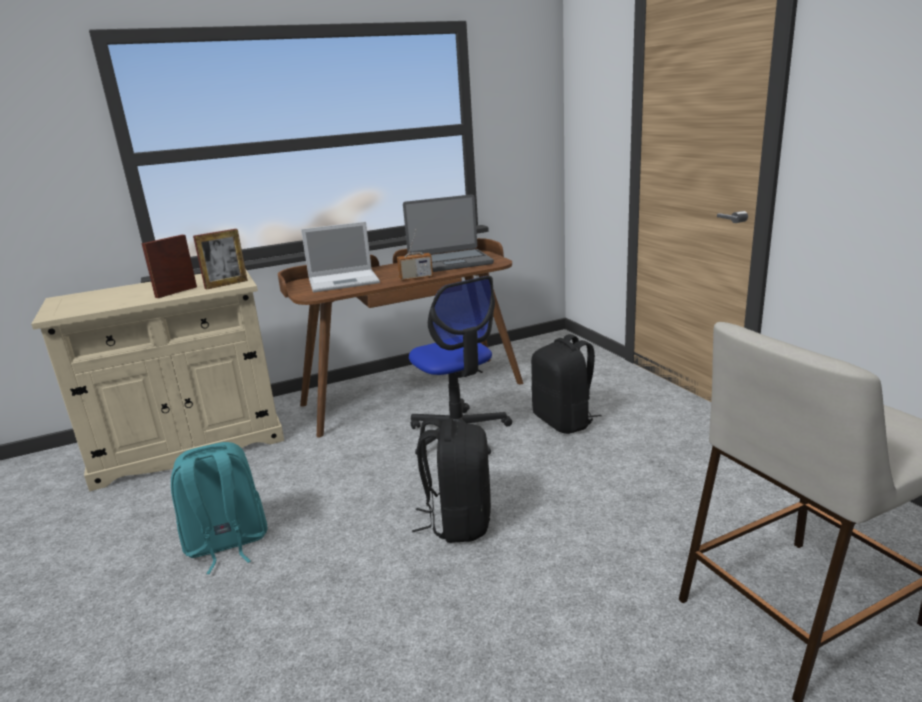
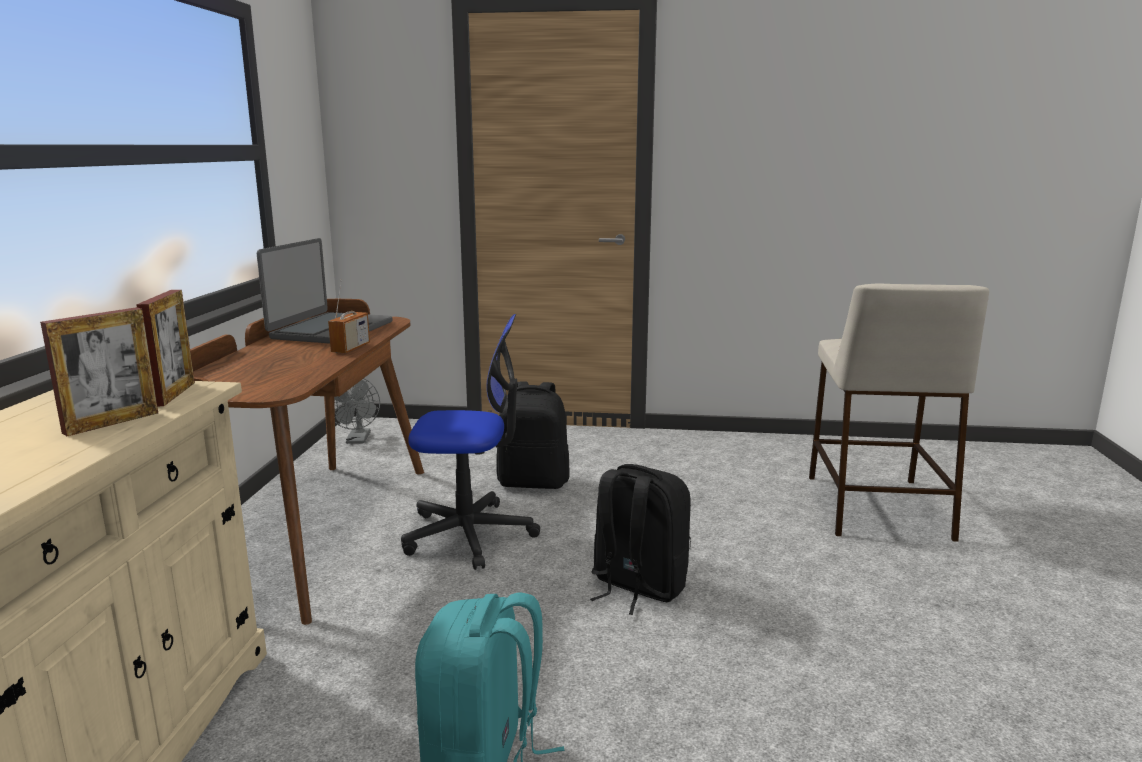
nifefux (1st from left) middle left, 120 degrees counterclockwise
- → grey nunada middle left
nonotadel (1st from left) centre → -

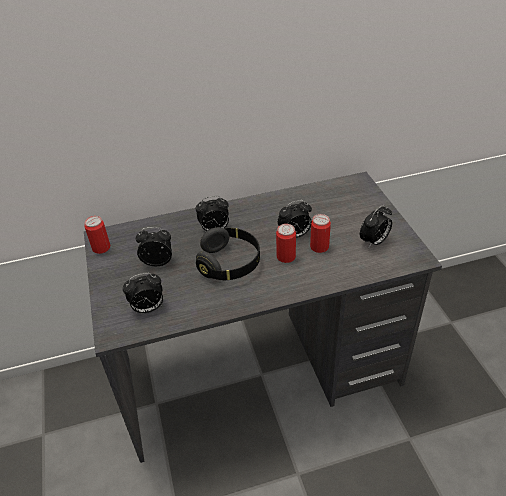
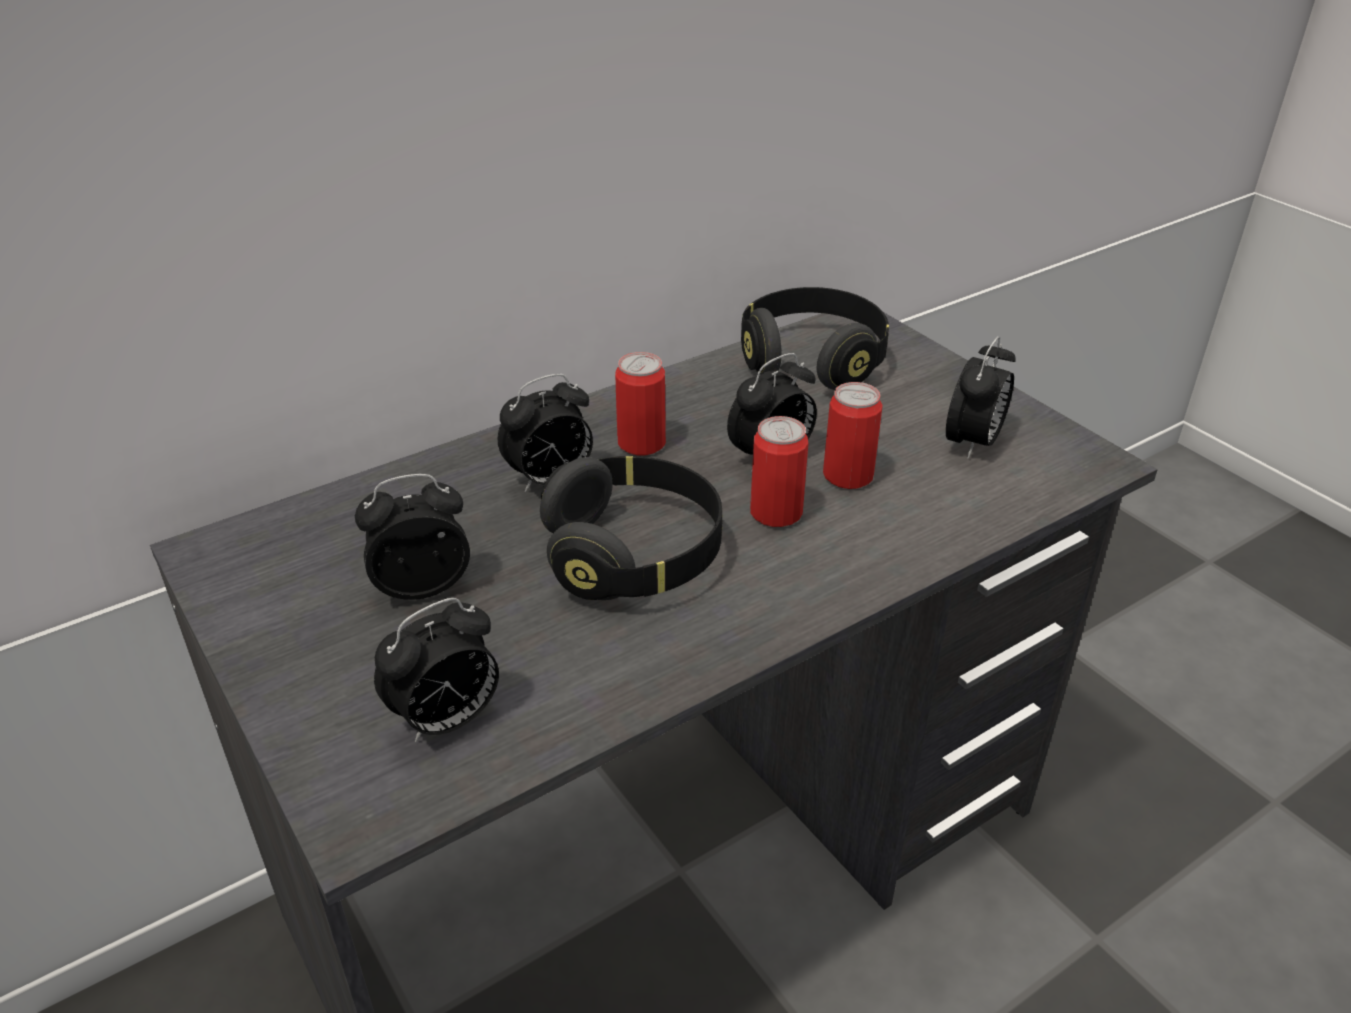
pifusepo (1st from left) middle left → pifusepo (1st from left) centre, move
- → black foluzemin (2nd from left) centre

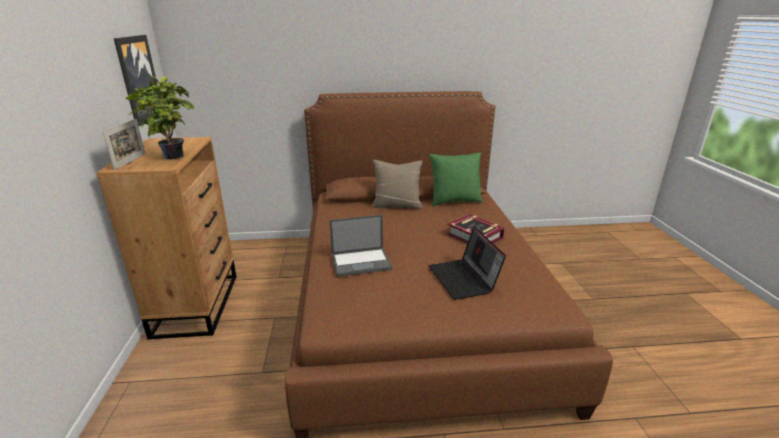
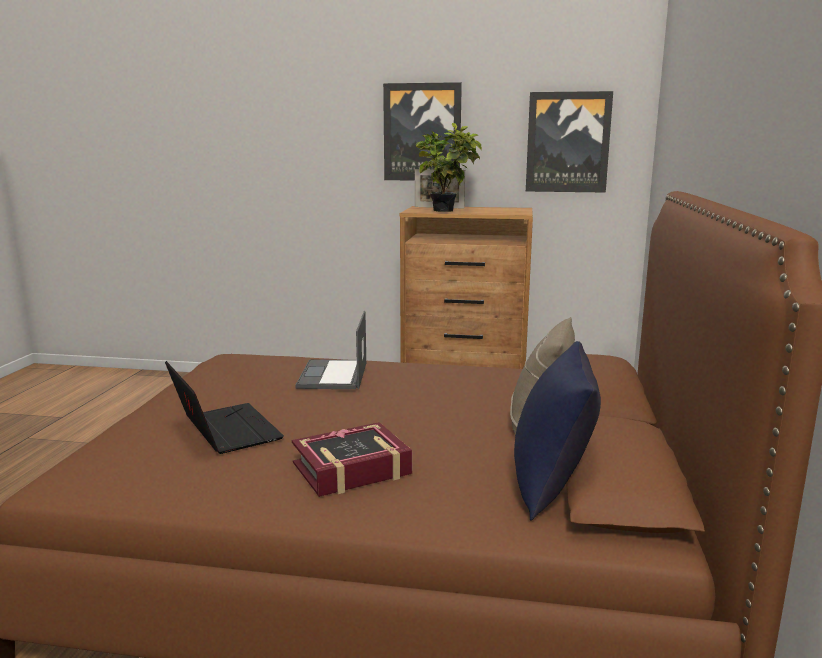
nonotadel (2nd from left in the first image) centre → nonotadel (1st from left) middle left, 60 degrees clockwise
- → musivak (1st from left) top centre
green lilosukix centre → blue lilosukix middle right

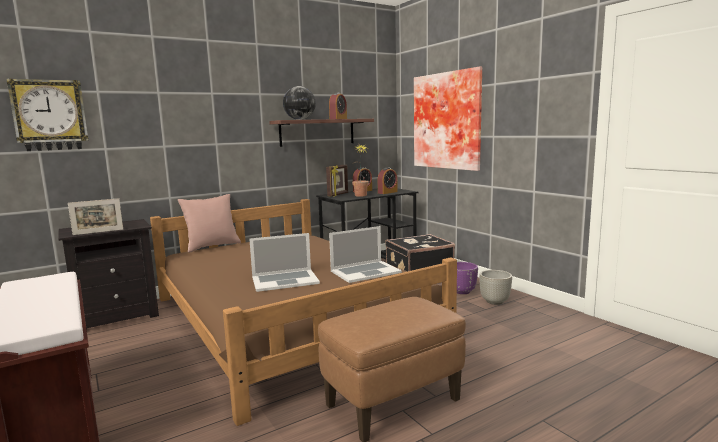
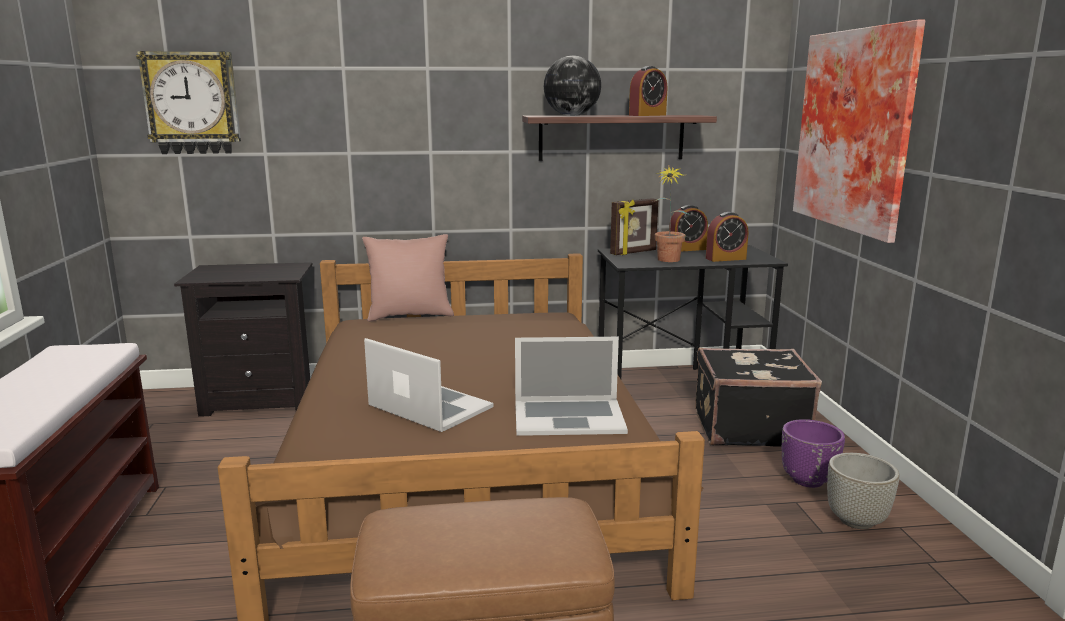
nonotadel (1st from left) centre, 150 degrees counterclockwise
nifefux (1st from left) middle left → -

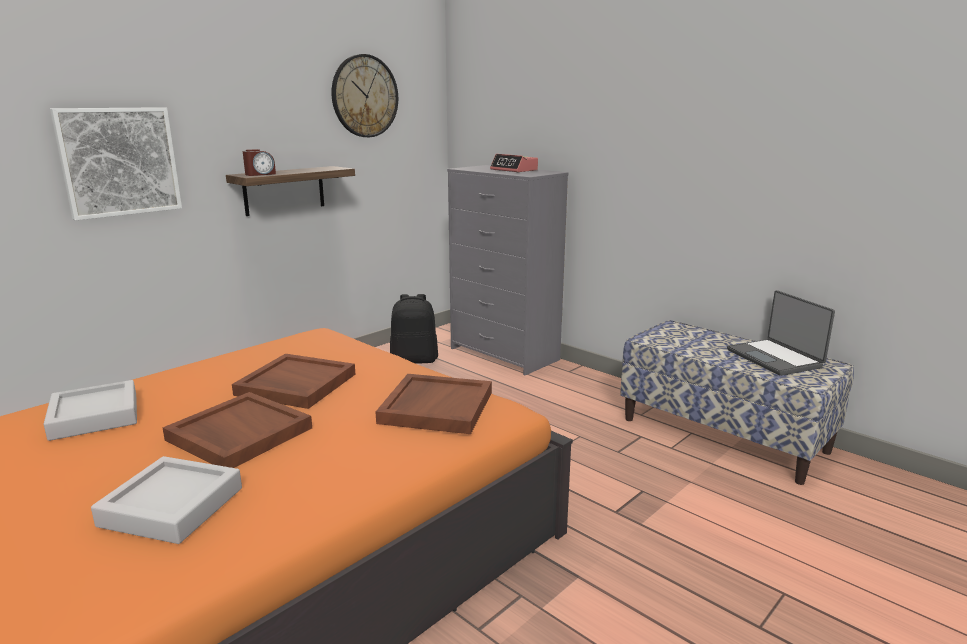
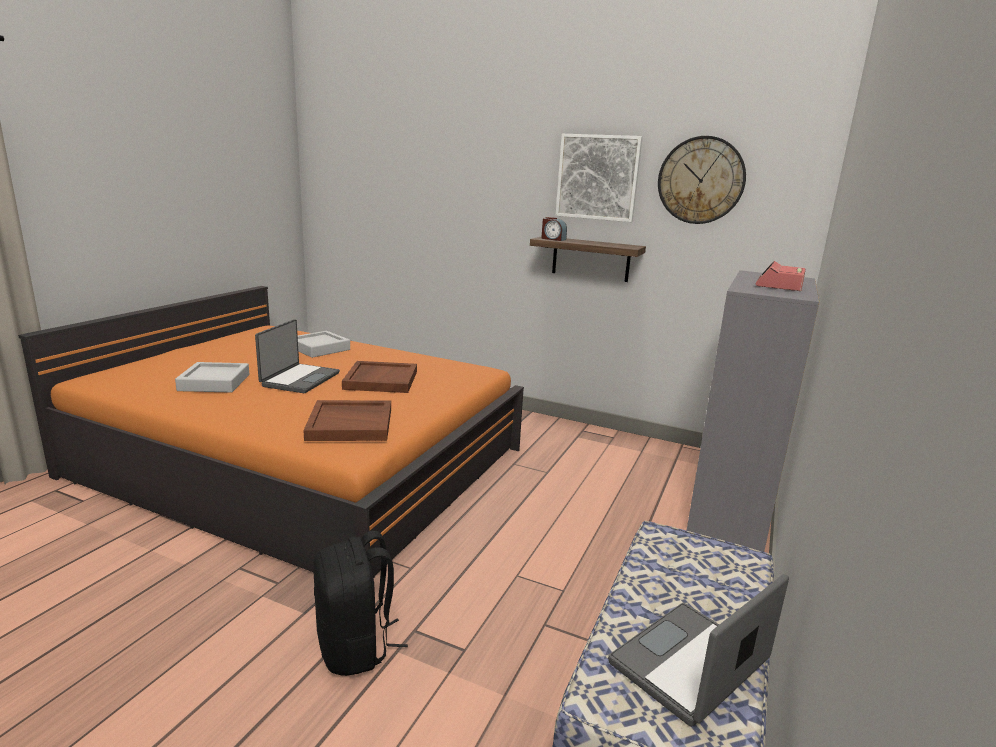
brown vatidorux (1st from left) bottom left → nonotadel (1st from left) middle left
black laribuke centre → black laribuke bottom centre, move
musivak top left → musivak top centre, move

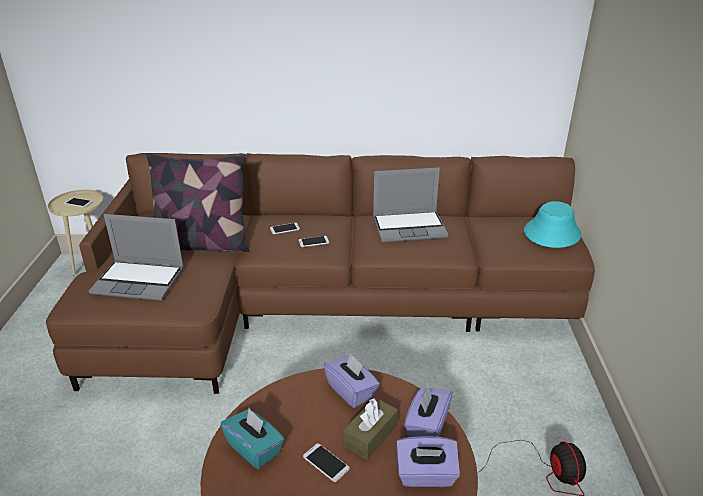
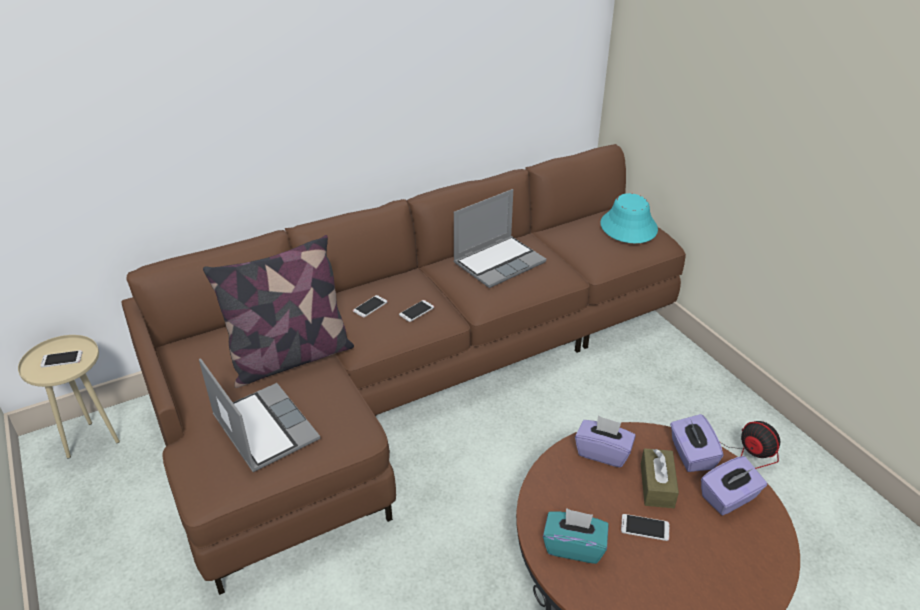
nonotadel (1st from left) middle left → nonotadel (1st from left) bottom left, 105 degrees counterclockwise

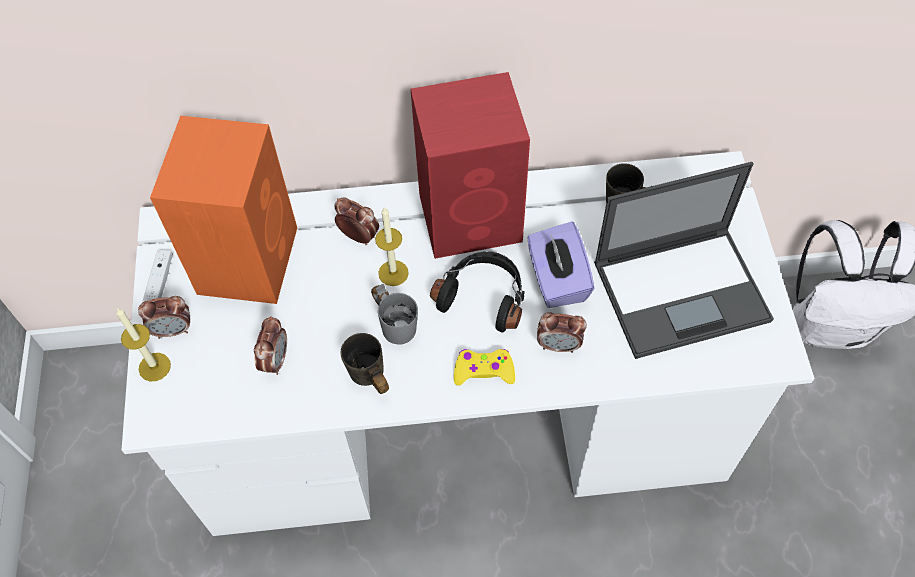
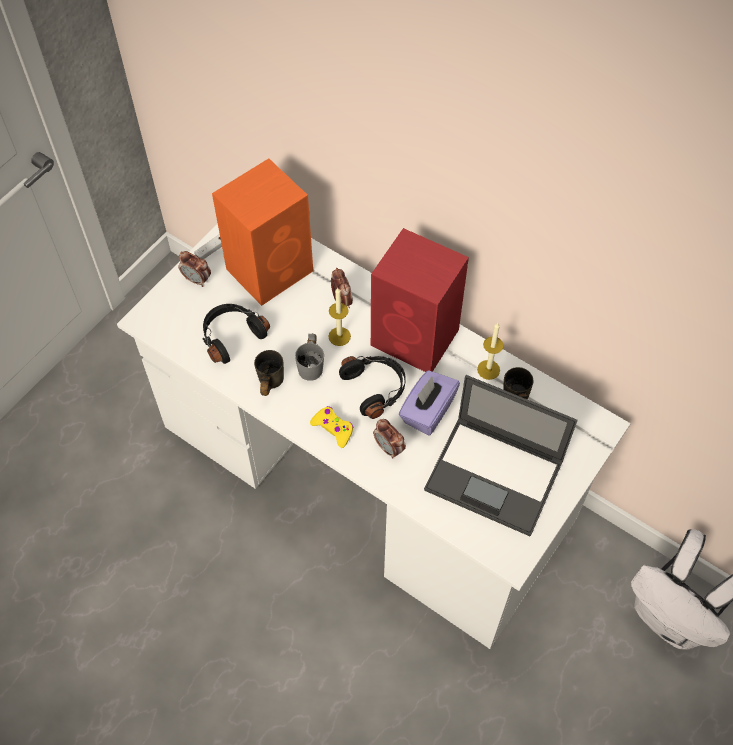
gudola (2nd from left) middle left → black foluzemin (1st from left) middle left
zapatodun (1st from left in the first image) middle left → zapatodun (2nd from left) middle right, move

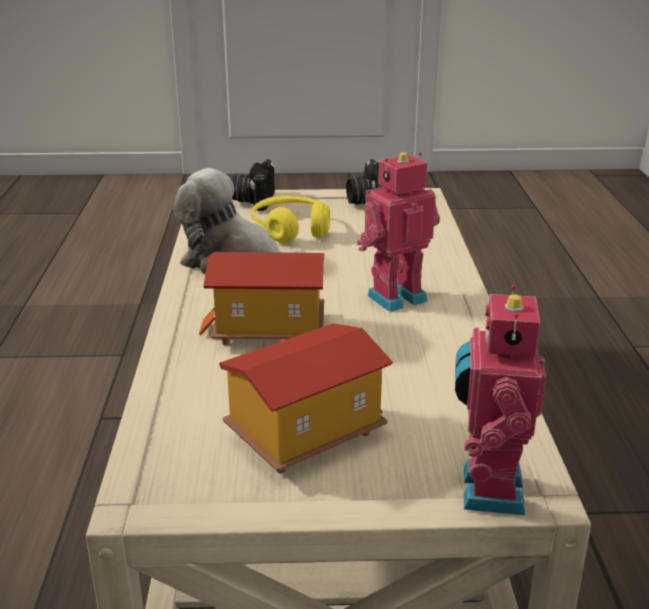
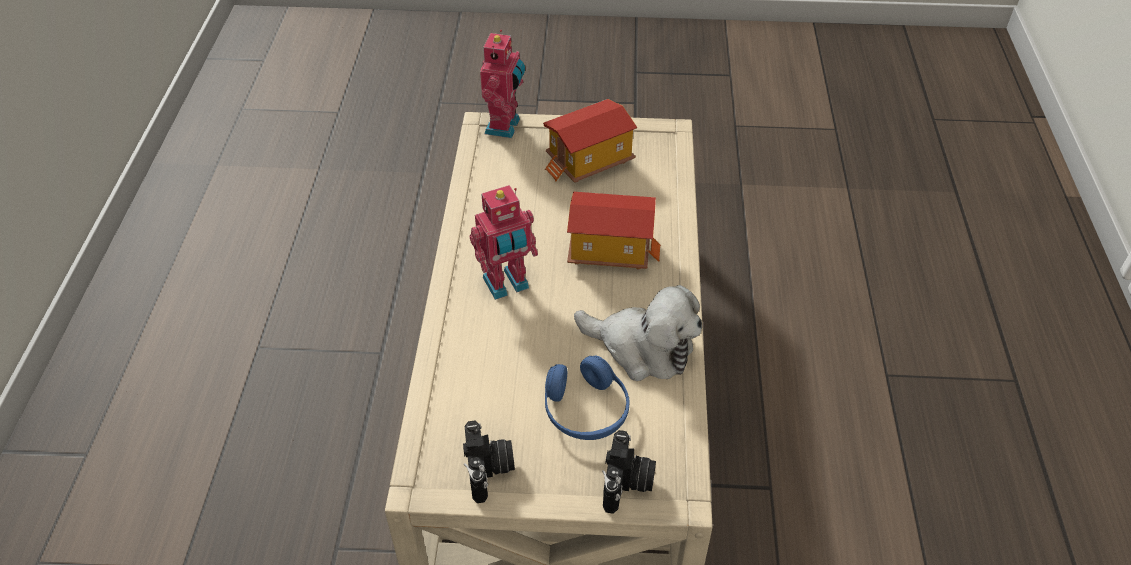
yellow foluzemin centre → blue foluzemin bottom centre

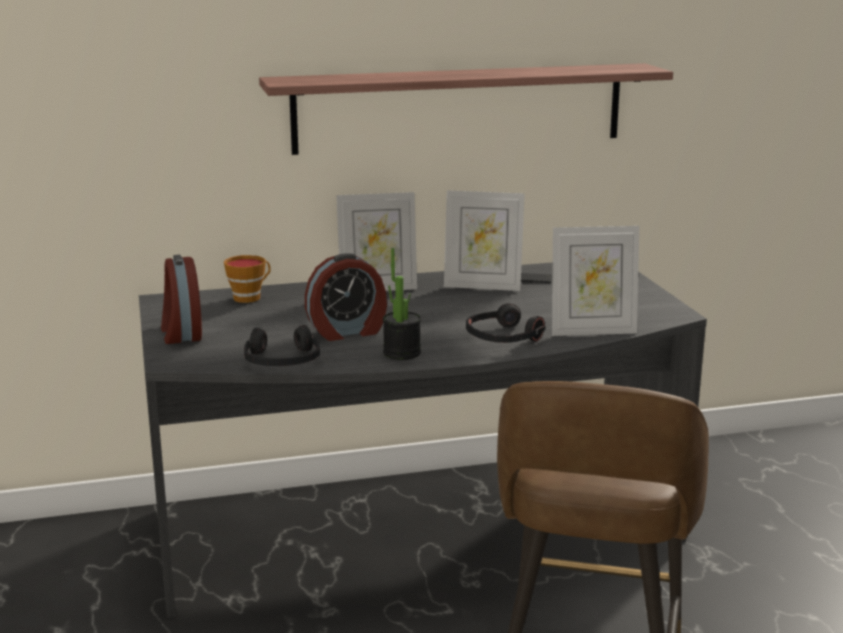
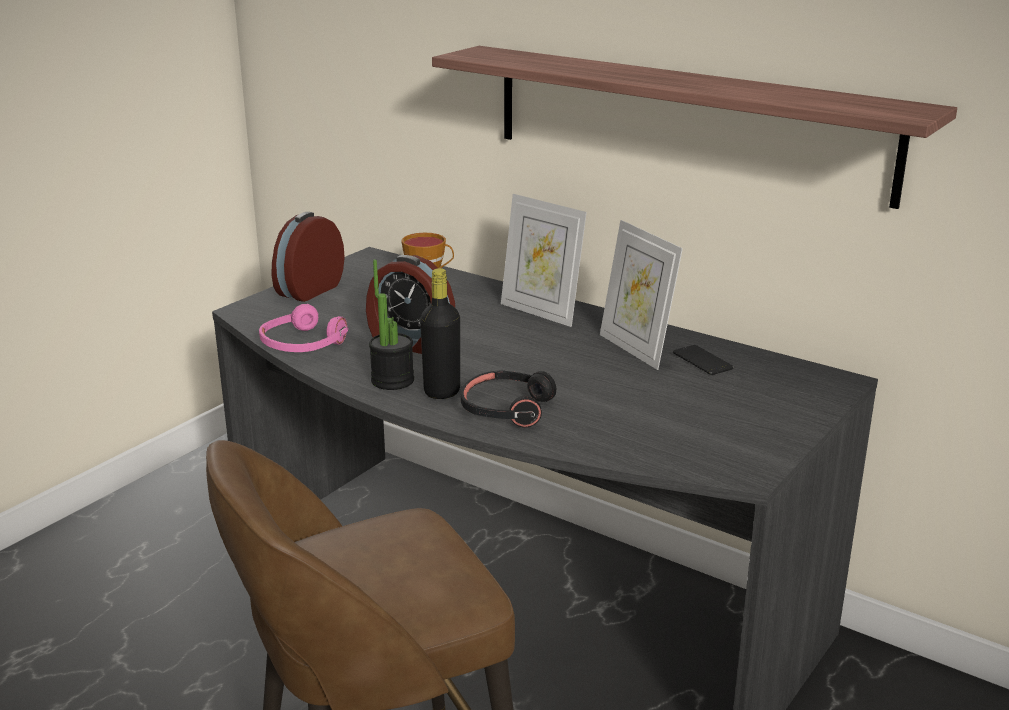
black foluzemin (1st from left) centre → pink foluzemin middle left
- → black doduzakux centre
nifefux (3rd from left) middle right → -

